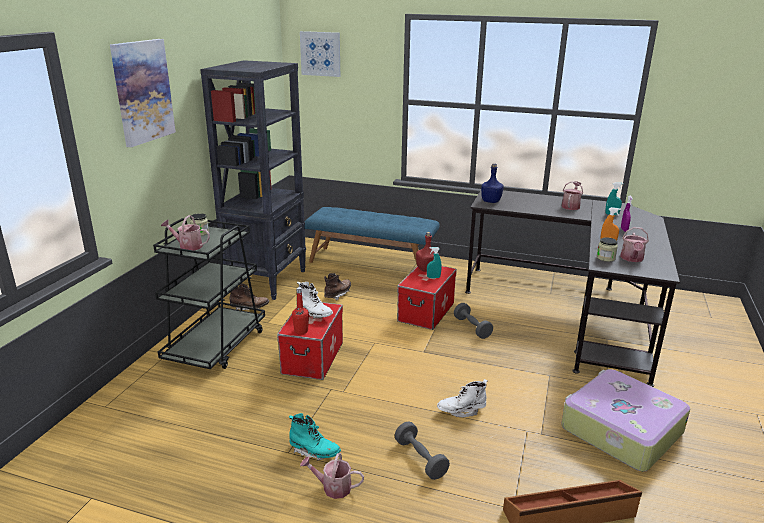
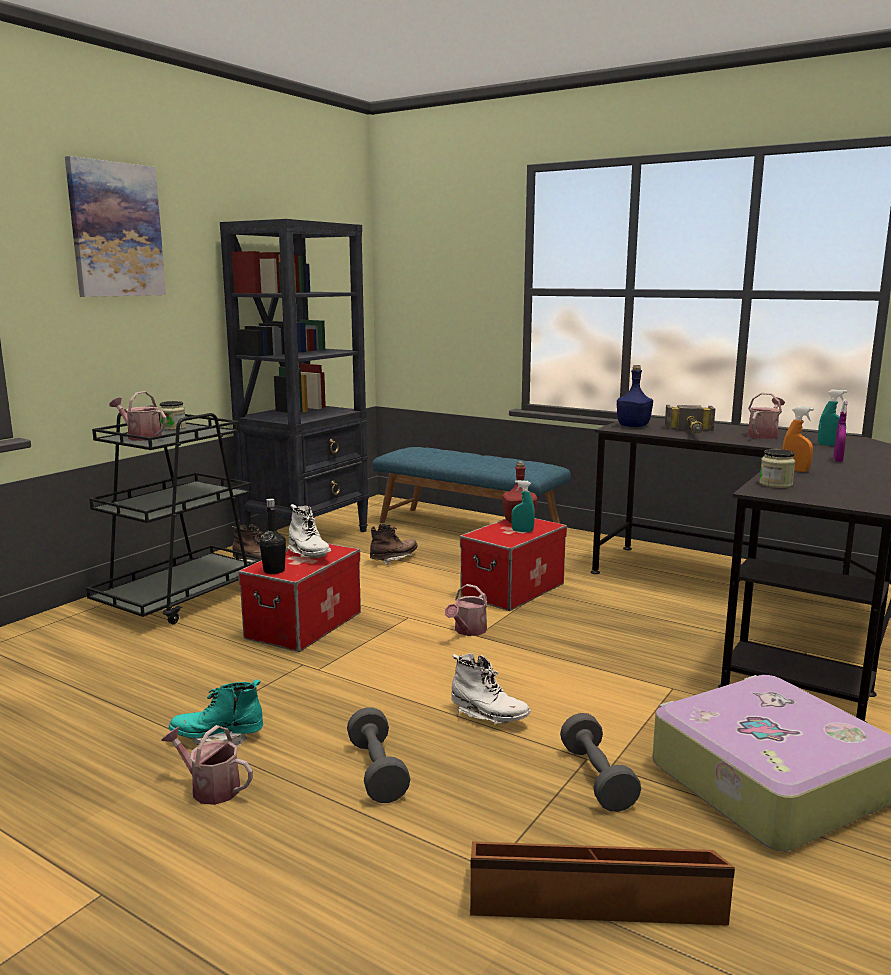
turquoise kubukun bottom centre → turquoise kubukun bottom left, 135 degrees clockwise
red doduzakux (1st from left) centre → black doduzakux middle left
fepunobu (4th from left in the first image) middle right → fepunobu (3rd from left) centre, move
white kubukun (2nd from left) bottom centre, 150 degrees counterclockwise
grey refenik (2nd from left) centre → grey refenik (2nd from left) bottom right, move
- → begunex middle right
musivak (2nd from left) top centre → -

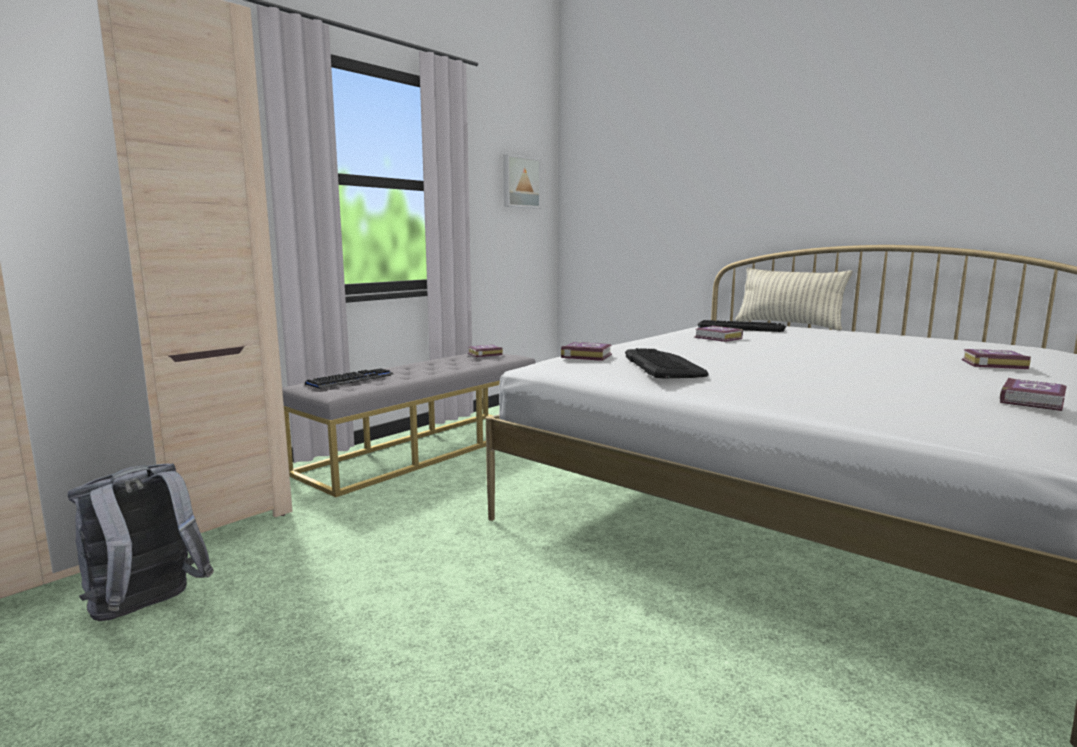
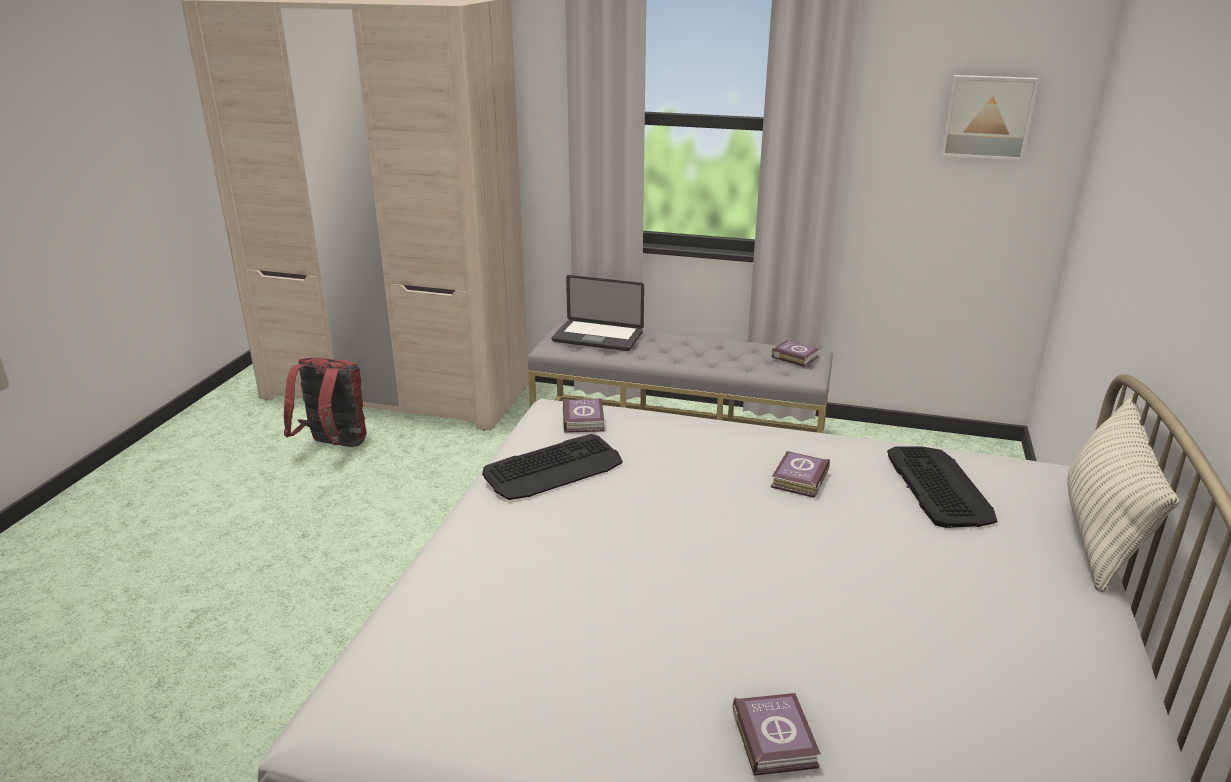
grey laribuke bottom left → red laribuke middle left
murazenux (1st from left) middle left → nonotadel centre
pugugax (5th from left) middle right → -

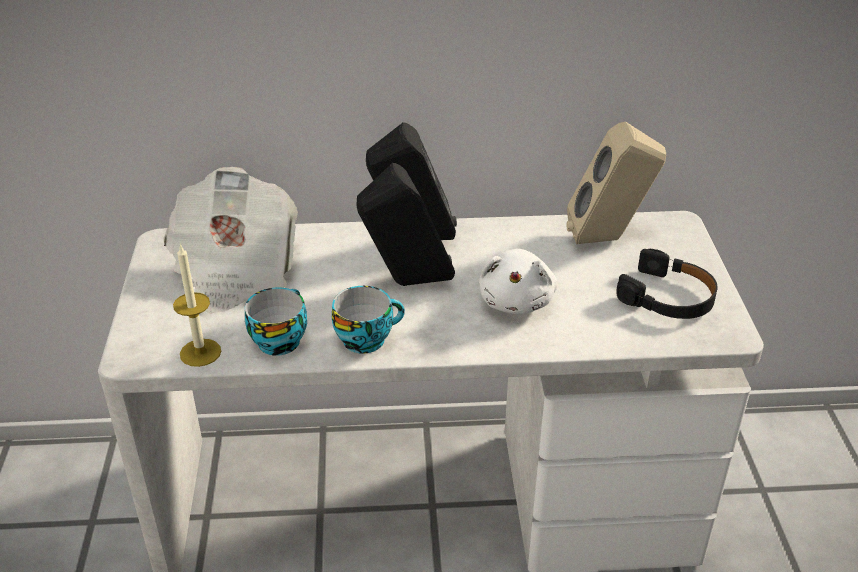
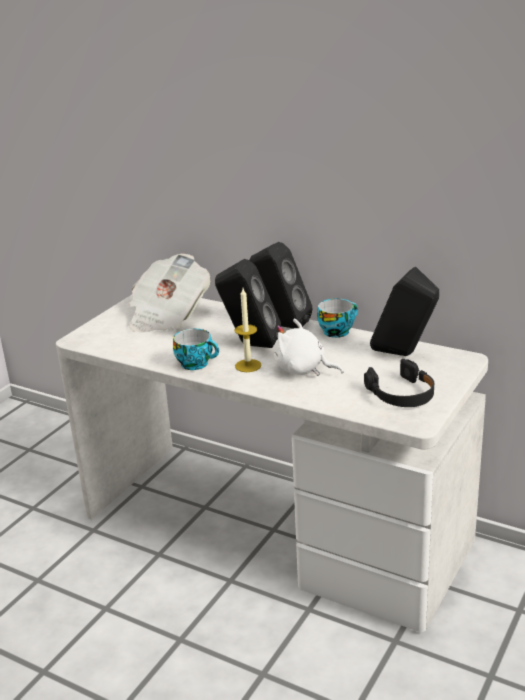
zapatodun middle left → zapatodun centre, move
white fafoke centre, 75 degrees clockwise
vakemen (1st from left in the first image) middle left → vakemen (2nd from left) centre, move
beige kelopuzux top right → black kelopuzux (3rd from left) middle right

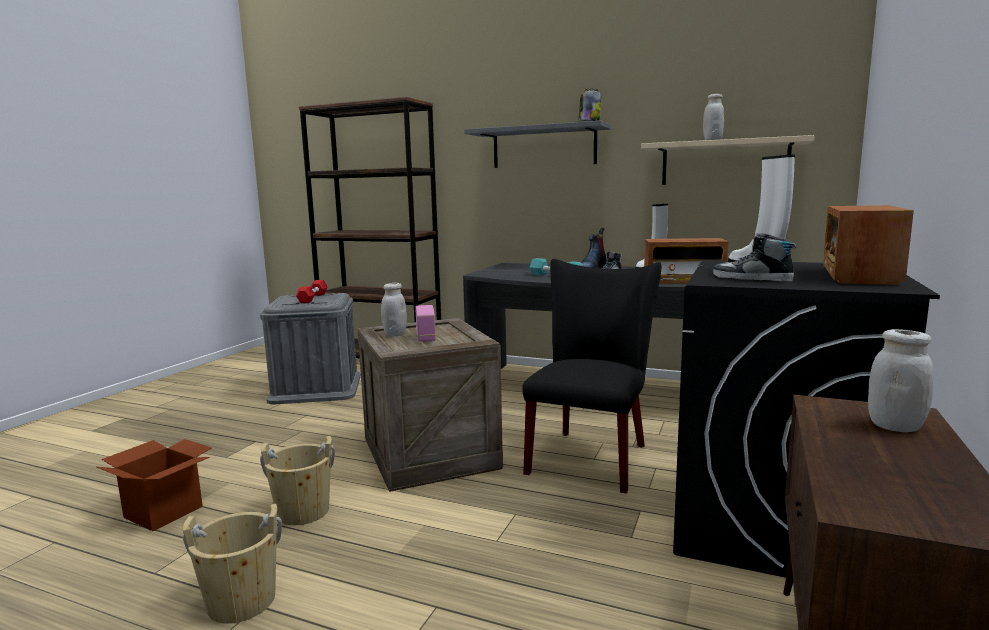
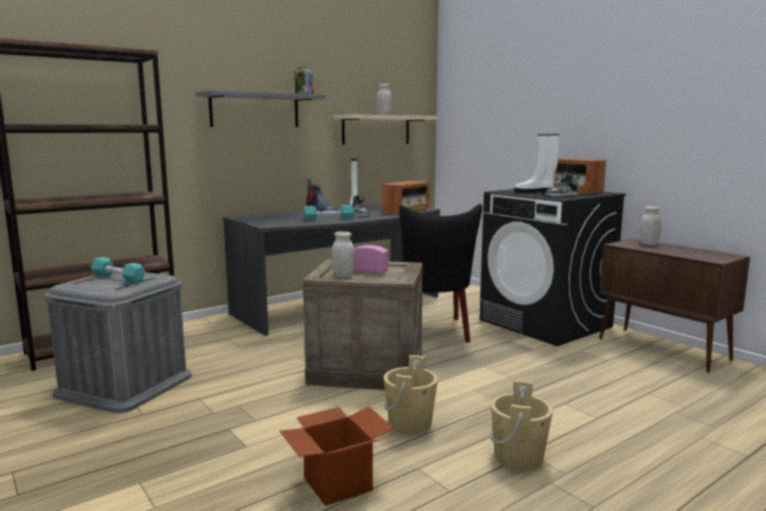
red refenik middle left → turquoise refenik (1st from left) middle left
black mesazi centre, 150 degrees counterclockwise

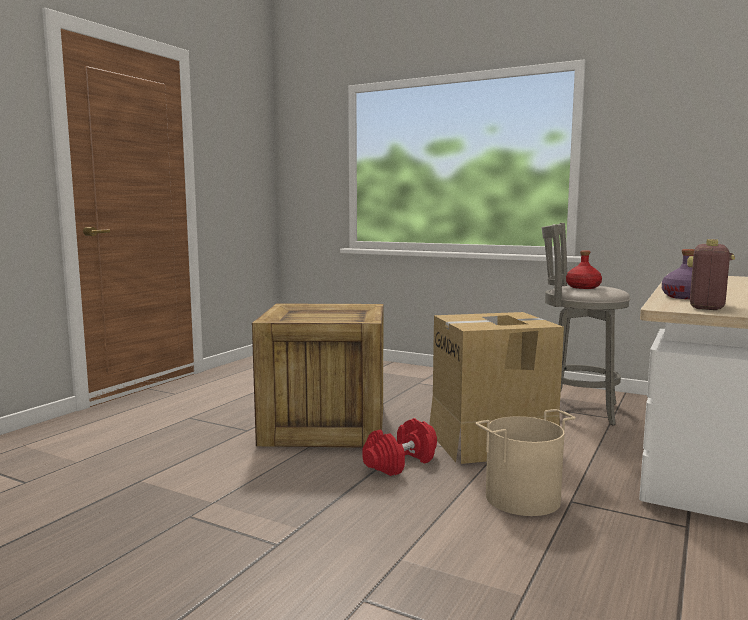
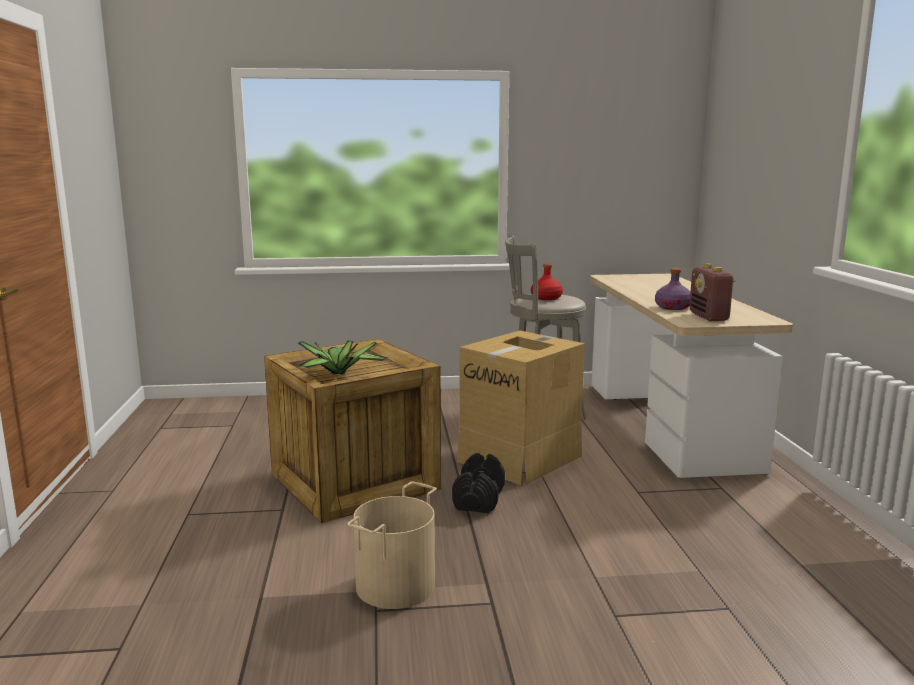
- → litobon centre
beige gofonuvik bottom right → beige gofonuvik bottom centre, move
red refenik bottom centre → black refenik bottom centre

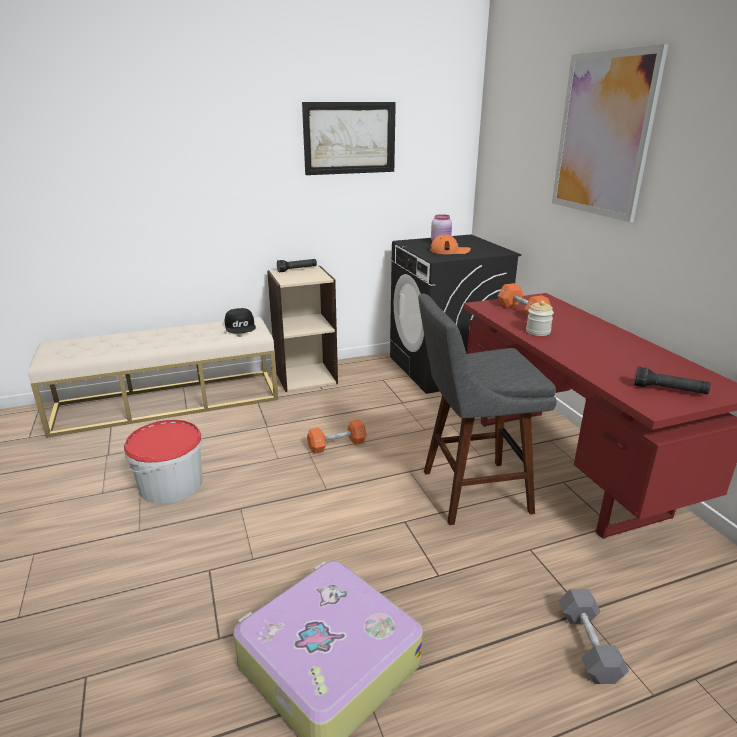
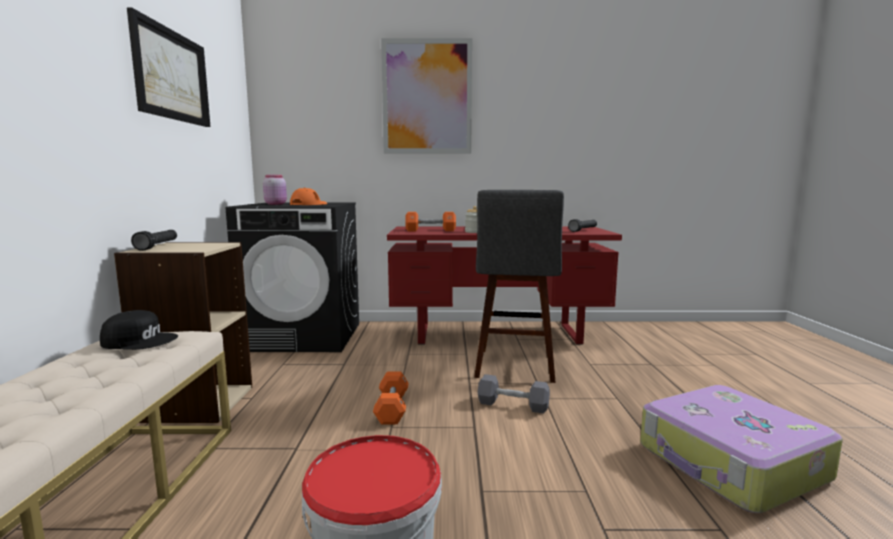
grey refenik bottom right → grey refenik bottom centre, move

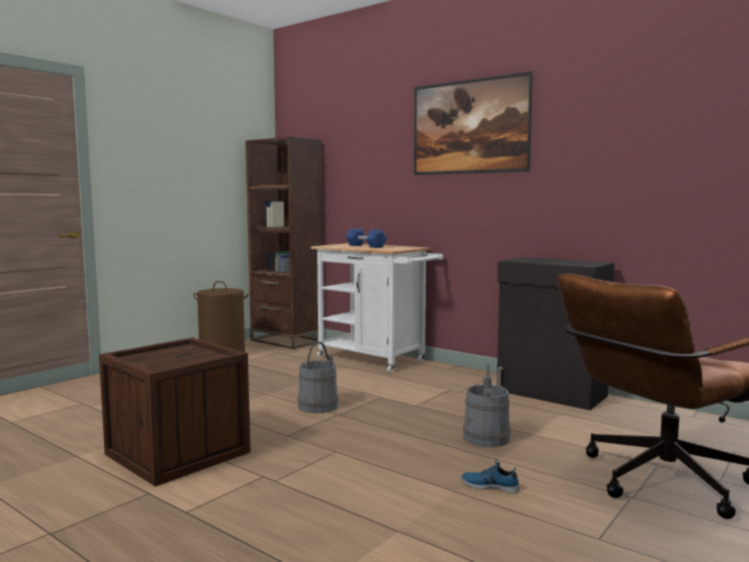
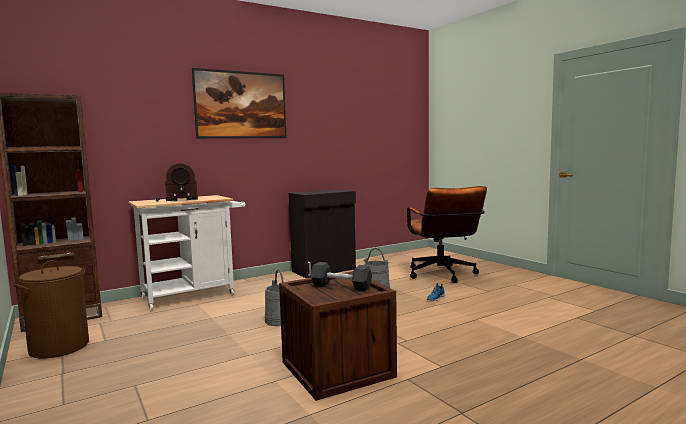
blue refenik centre → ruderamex middle left
- → black refenik centre

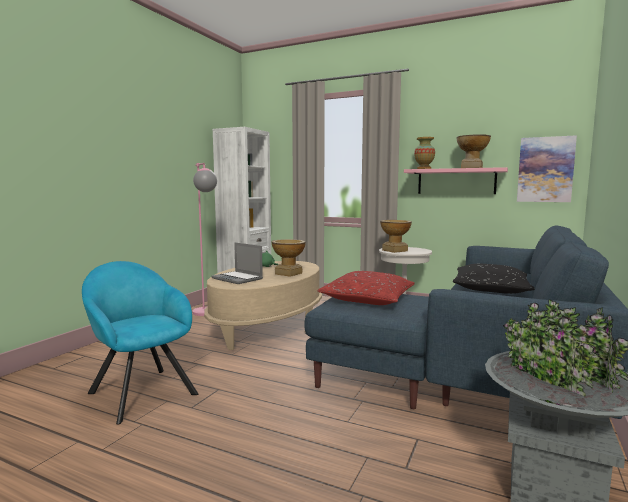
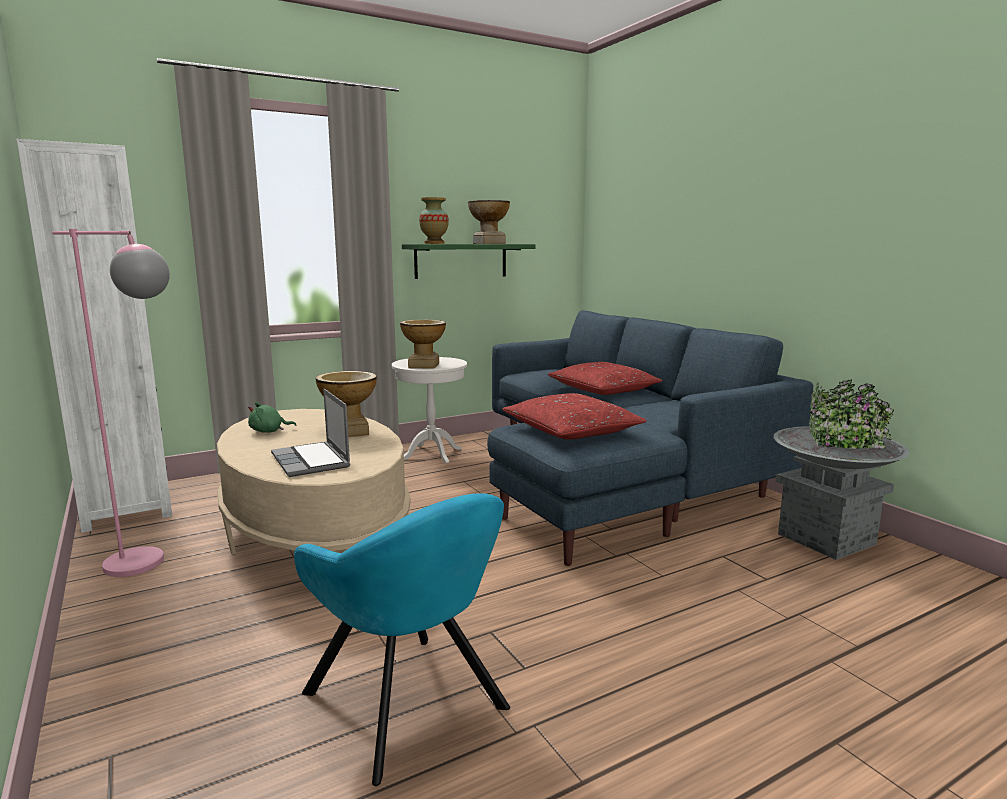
nonotadel centre → nonotadel middle left, 75 degrees clockwise
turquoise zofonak bottom left → turquoise zofonak bottom centre, 120 degrees counterclockwise
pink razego middle right → green razego top centre
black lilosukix middle right → red lilosukix (2nd from left) centre
musivak middle right → -

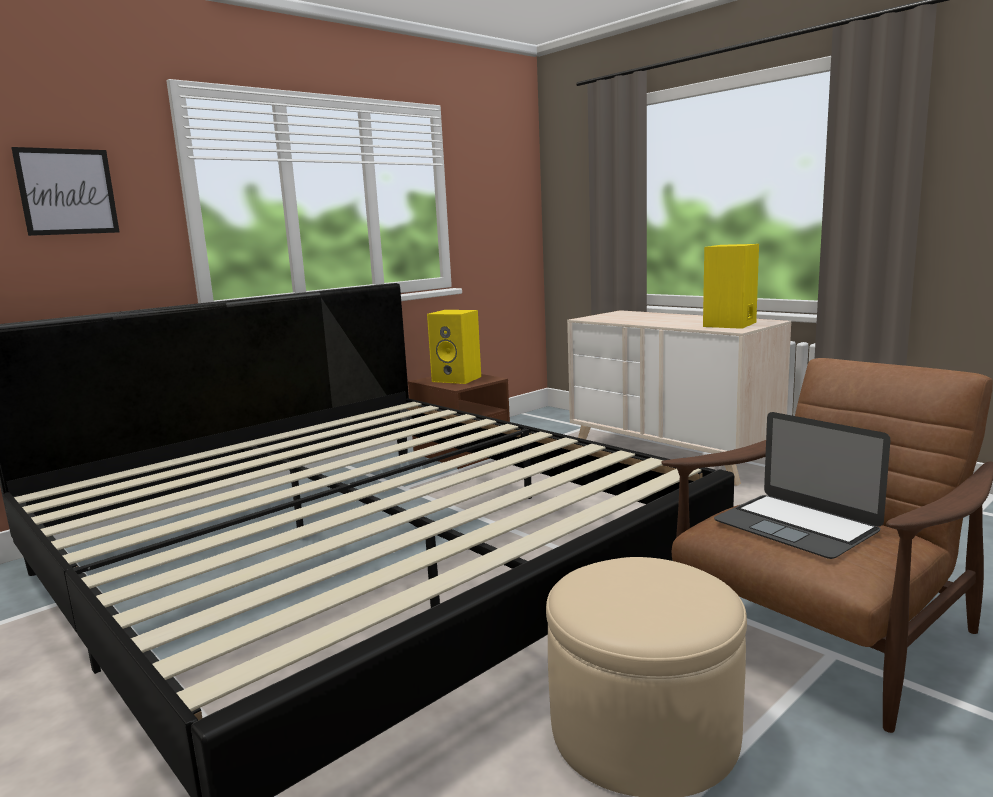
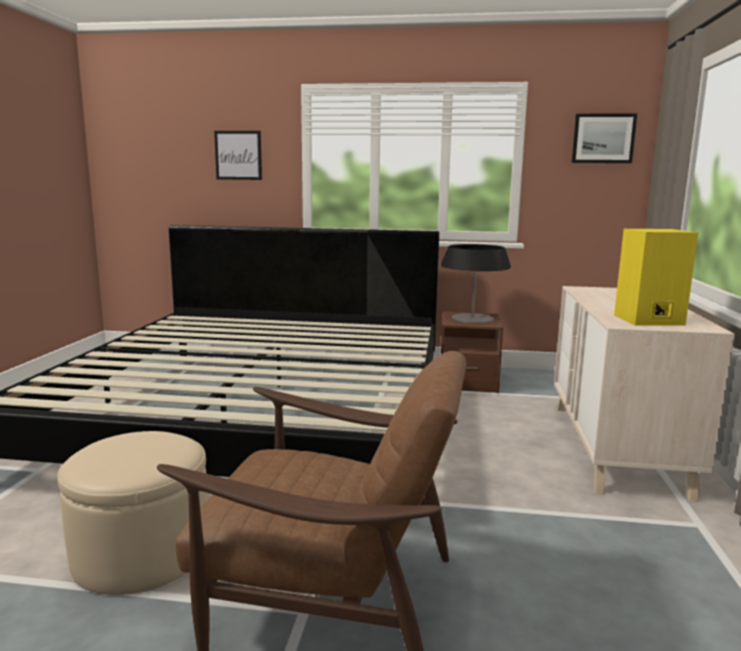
yellow kelopuzux (1st from left) centre → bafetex centre
- → musivak (2nd from left) top right
nonotadel middle right → -

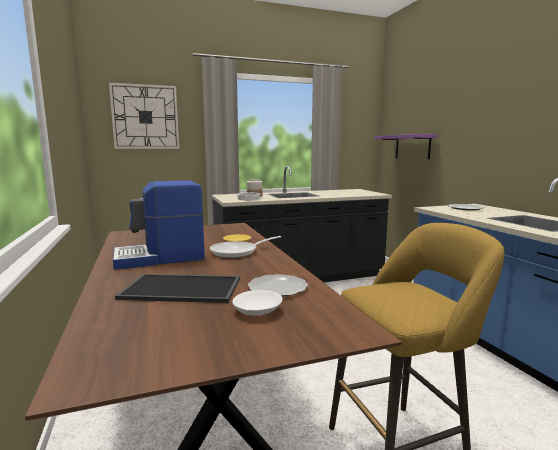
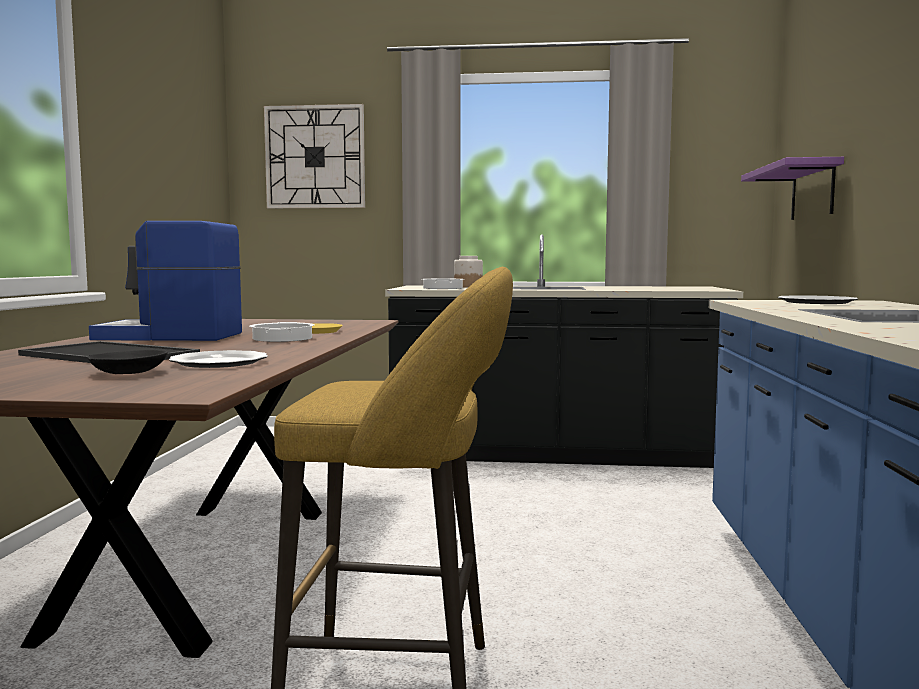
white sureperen bottom centre → black sureperen middle left
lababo centre → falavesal (1st from left) middle left

